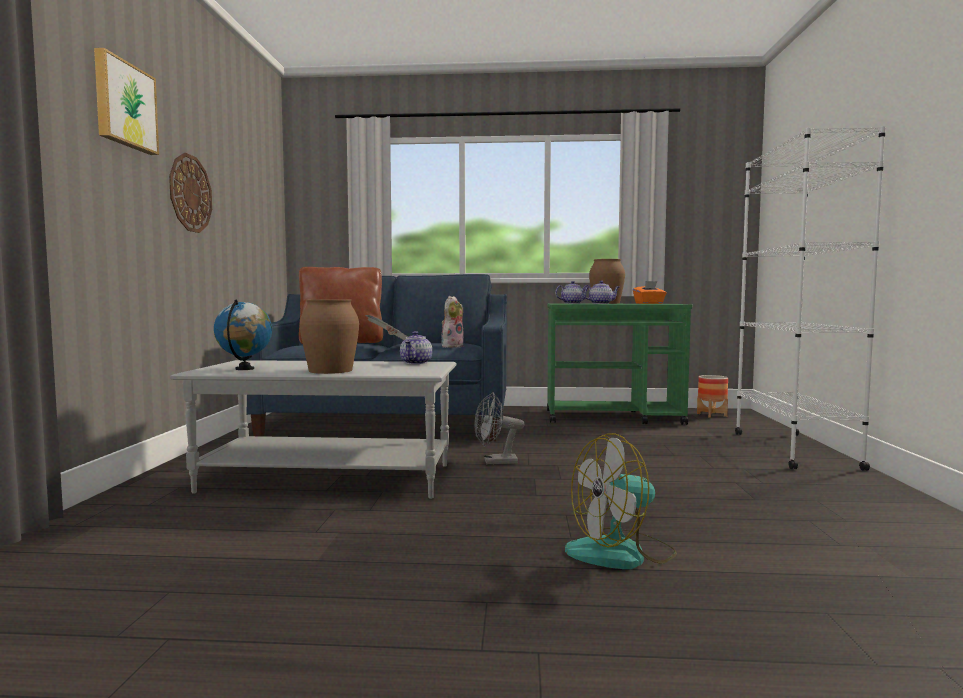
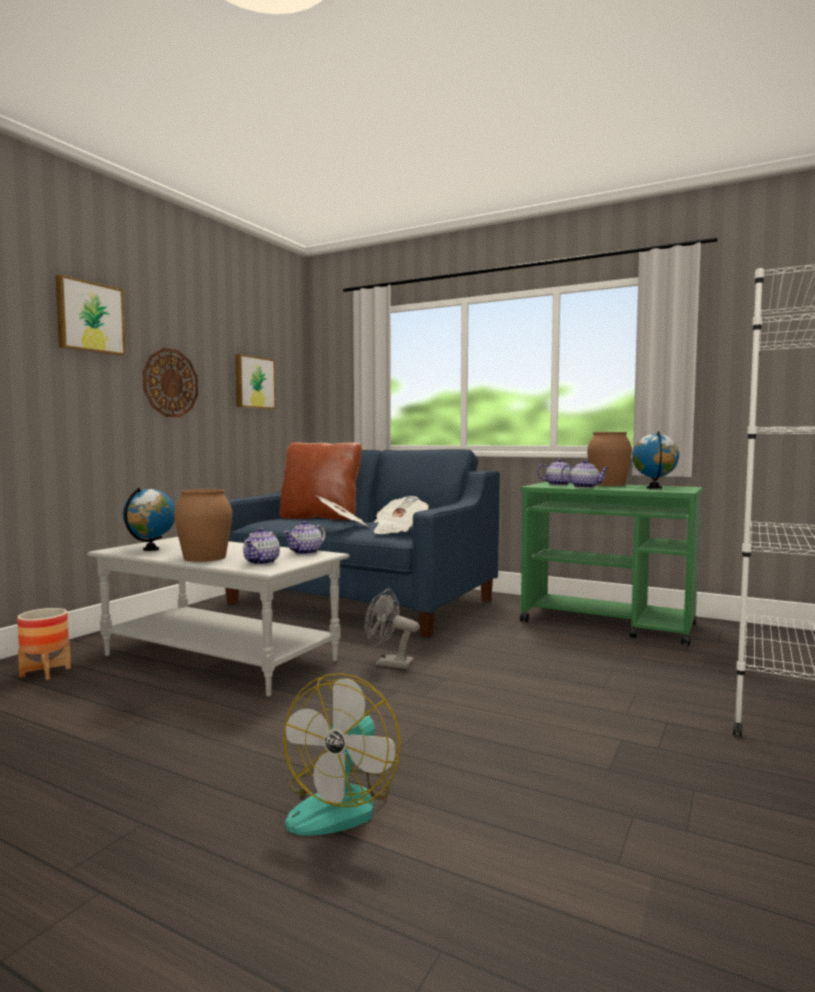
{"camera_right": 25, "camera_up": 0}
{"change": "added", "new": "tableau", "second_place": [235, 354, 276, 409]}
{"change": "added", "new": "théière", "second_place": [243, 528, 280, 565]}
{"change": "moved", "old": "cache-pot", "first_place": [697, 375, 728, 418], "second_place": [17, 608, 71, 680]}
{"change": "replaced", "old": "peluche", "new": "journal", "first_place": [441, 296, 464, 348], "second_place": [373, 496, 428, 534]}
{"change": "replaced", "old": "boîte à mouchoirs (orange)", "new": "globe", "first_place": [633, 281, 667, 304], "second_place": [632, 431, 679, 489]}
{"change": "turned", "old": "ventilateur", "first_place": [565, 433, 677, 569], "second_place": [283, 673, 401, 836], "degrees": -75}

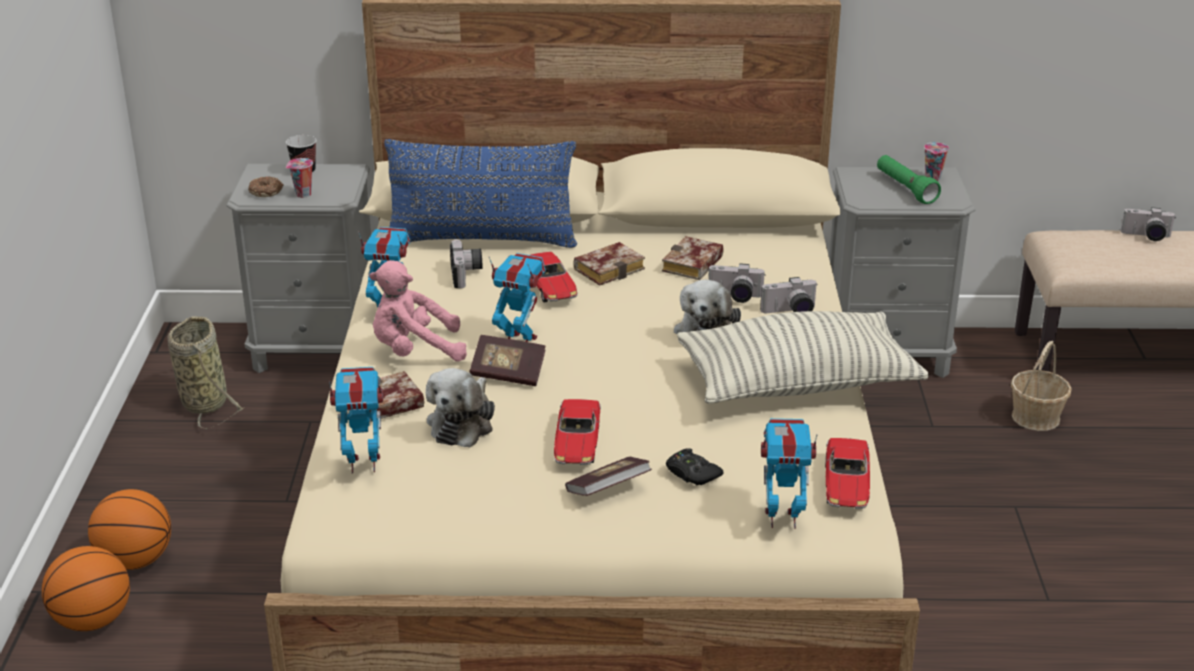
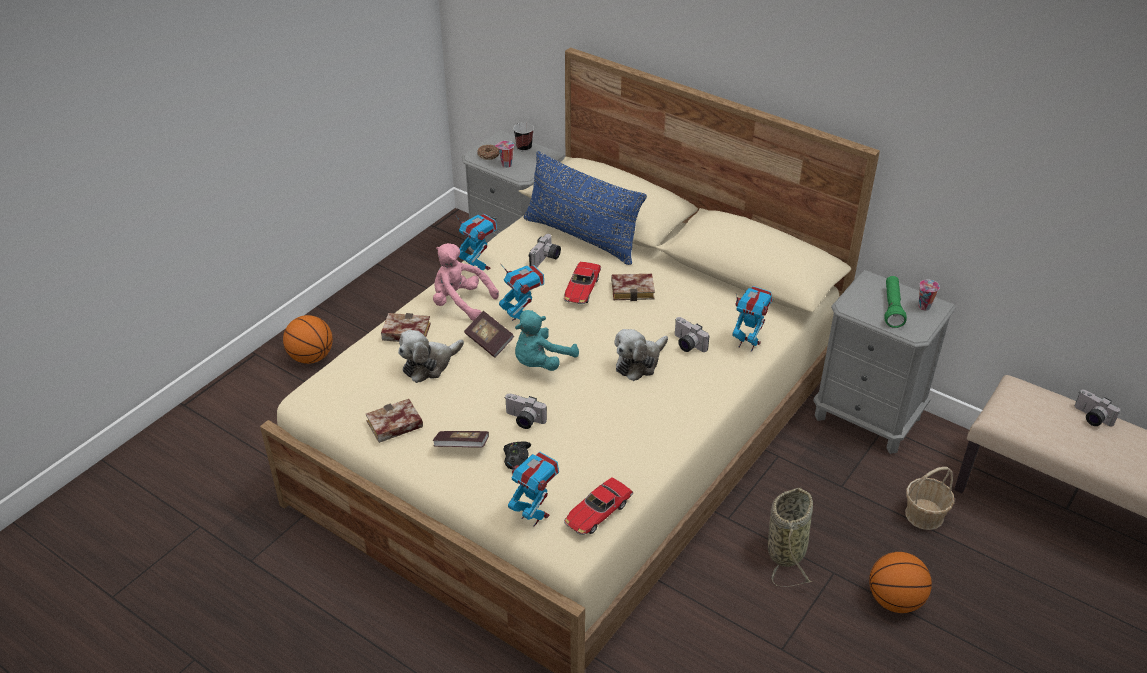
{"camera_right": 35, "camera_up": 10}
{"change": "removed", "old": "petite voiture", "first_place": [554, 399, 601, 465]}
{"change": "removed", "old": "coussin", "first_place": [677, 311, 929, 404]}
{"change": "added", "new": "peluche (turquoise)", "second_place": [515, 310, 579, 371]}
{"change": "moved", "old": "ballon de basket", "first_place": [42, 546, 130, 631], "second_place": [869, 552, 932, 613]}
{"change": "moved", "old": "panier", "first_place": [167, 316, 245, 429], "second_place": [768, 487, 813, 587]}
{"change": "moved", "old": "robot jouet", "first_place": [329, 367, 383, 474], "second_place": [732, 286, 773, 352]}
{"change": "moved", "old": "livre", "first_place": [662, 236, 724, 280], "second_place": [366, 399, 423, 443]}
{"change": "moved", "old": "appareil photo", "first_place": [760, 277, 818, 313], "second_place": [505, 393, 547, 429]}

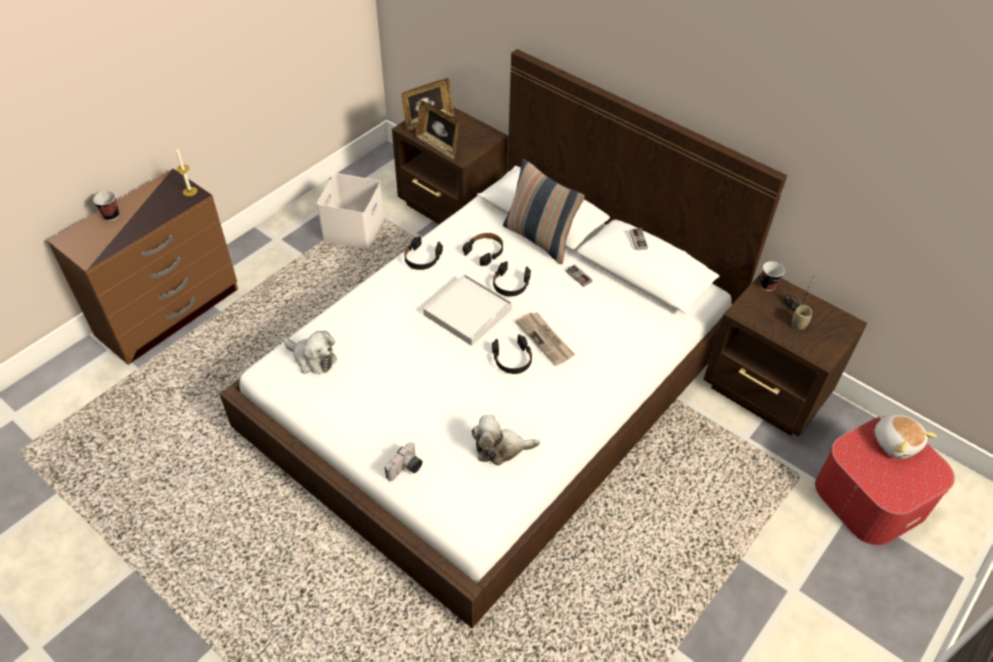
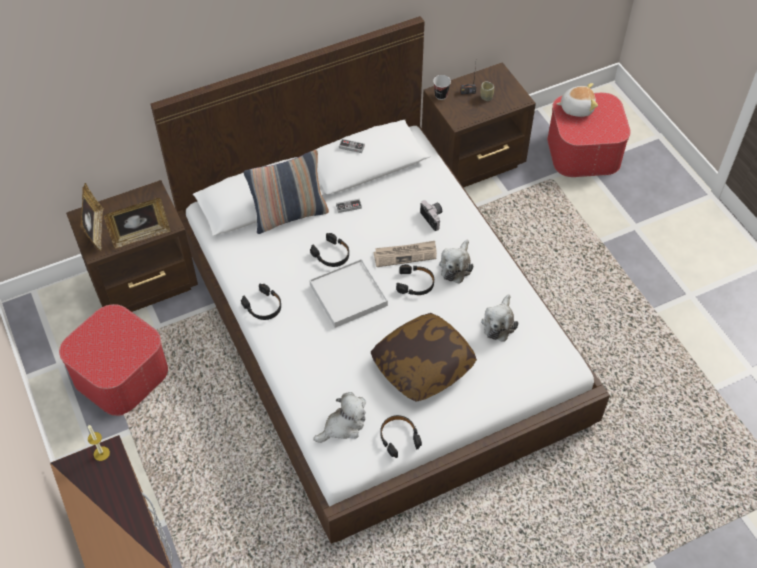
{"camera_right": -65, "camera_up": 5}
{"change": "removed", "old": "tasse", "first_place": [93, 191, 119, 221]}
{"change": "added", "new": "coussin", "second_place": [371, 313, 477, 402]}
{"change": "added", "new": "peluche", "second_place": [439, 240, 473, 284]}
{"change": "moved", "old": "appareil photo", "first_place": [385, 442, 422, 481], "second_place": [420, 200, 442, 231]}
{"change": "moved", "old": "casque audio (noir)", "first_place": [463, 233, 503, 266], "second_place": [380, 415, 422, 458]}
{"change": "replaced", "old": "boîte de rangement (blanc)", "new": "pouf", "first_place": [317, 173, 384, 249], "second_place": [59, 304, 168, 416]}

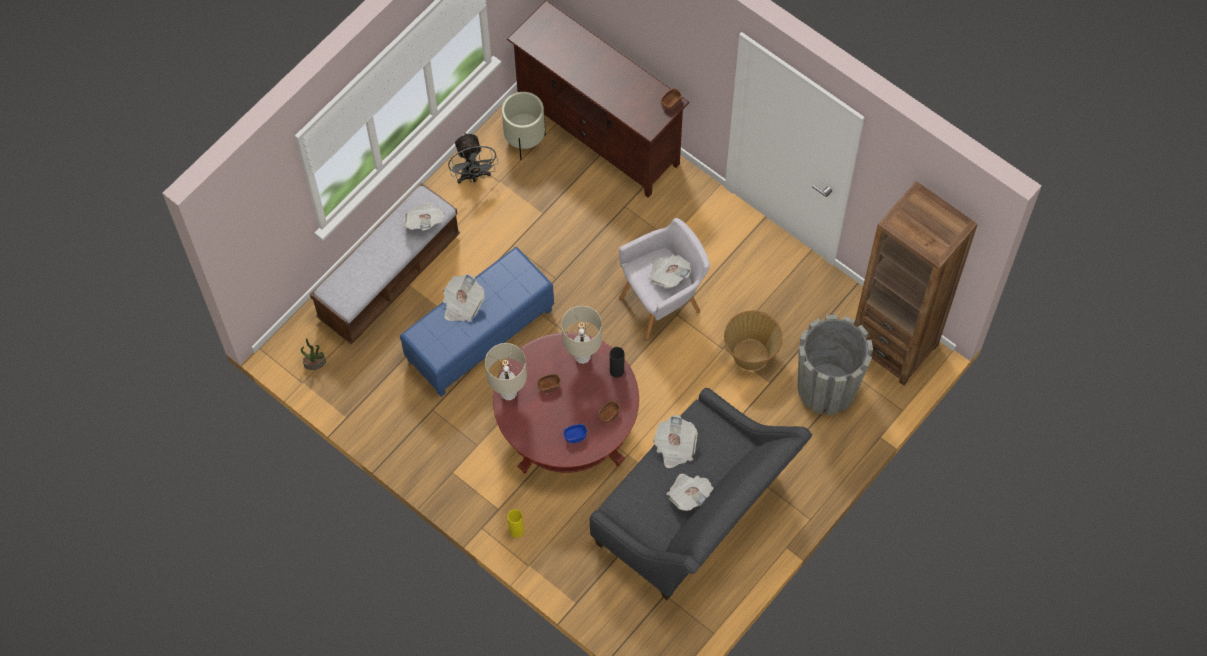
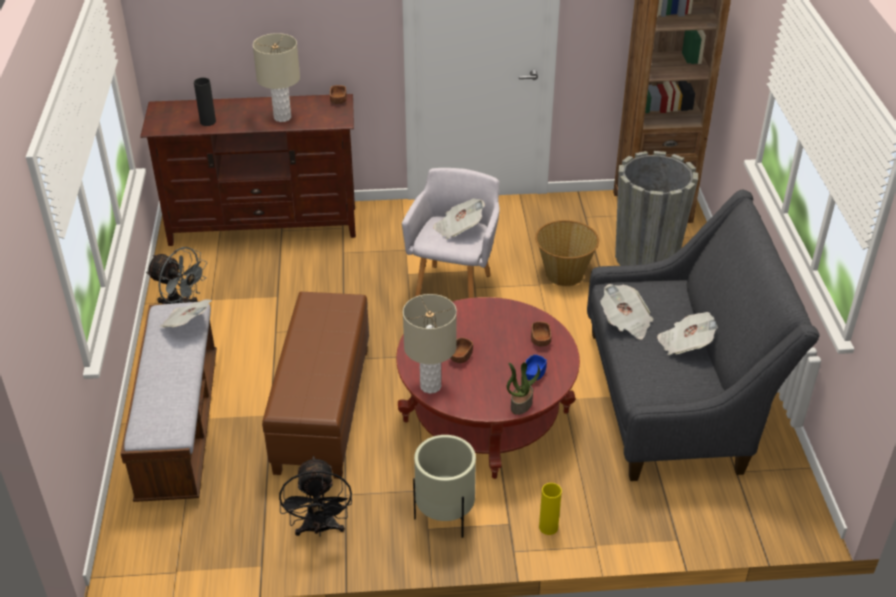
{"camera_right": -45, "camera_up": -25}
{"change": "removed", "old": "journal", "first_place": [443, 274, 485, 322]}
{"change": "added", "new": "ventilateur (noir)", "second_place": [279, 456, 352, 537]}
{"change": "moved", "old": "plante en pot", "first_place": [301, 338, 326, 370], "second_place": [507, 362, 540, 415]}
{"change": "moved", "old": "cache-pot (beige)", "first_place": [502, 92, 546, 160], "second_place": [413, 435, 476, 538]}
{"change": "moved", "old": "lampe de table (beige)", "first_place": [561, 306, 602, 364], "second_place": [253, 33, 300, 122]}
{"change": "moved", "old": "vase (noir)", "first_place": [610, 347, 624, 378], "second_place": [194, 77, 216, 126]}
{"change": "recoloured", "old": "pouf (bleu)", "new": "pouf (marron)", "first_place": [400, 247, 554, 397], "second_place": [262, 292, 369, 479]}

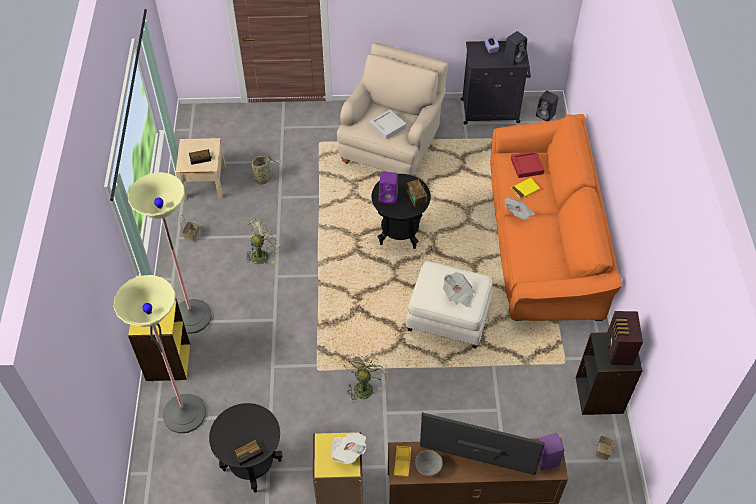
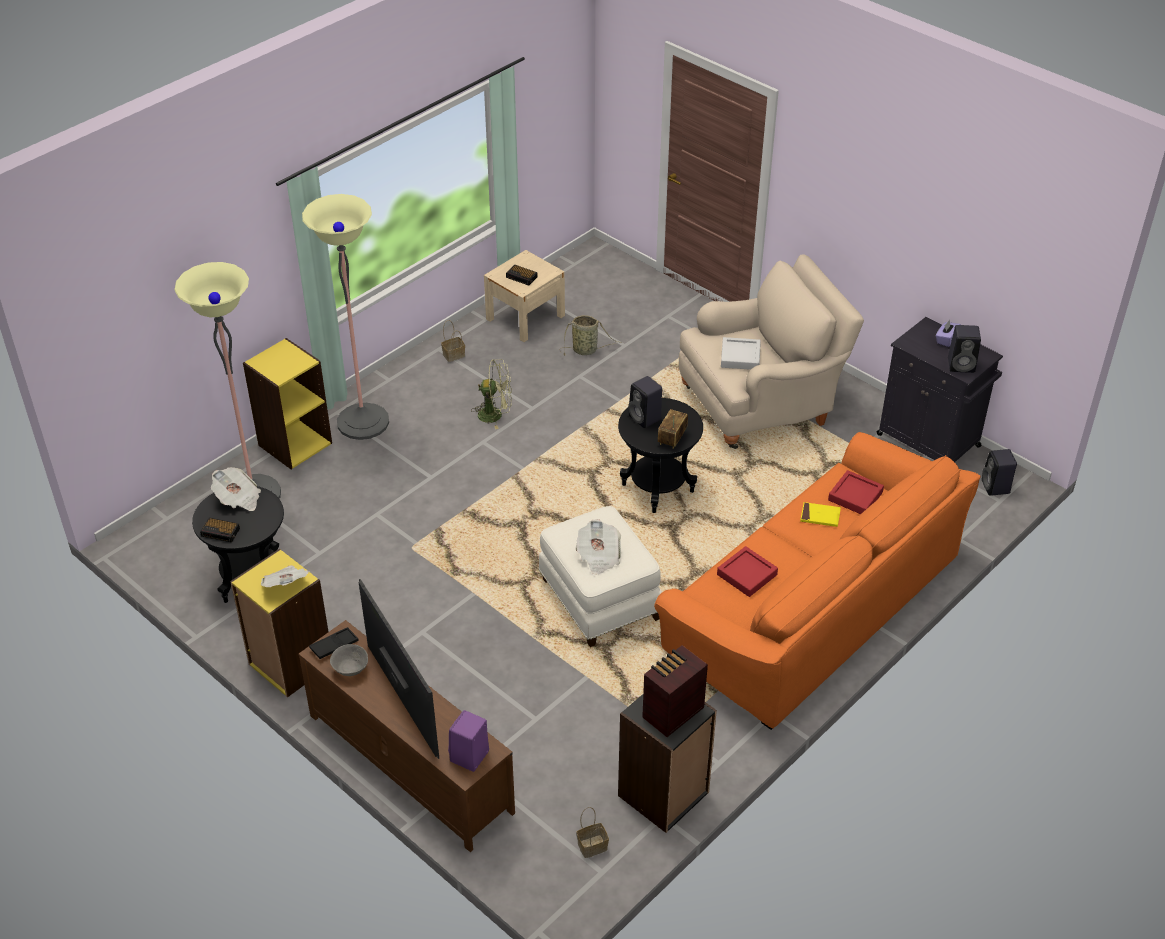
{"camera_right": 45, "camera_up": -10}
{"change": "removed", "old": "ventilateur (vert)", "first_place": [344, 353, 387, 403]}
{"change": "added", "new": "plateau (rouge)", "second_place": [717, 546, 778, 597]}
{"change": "moved", "old": "journal", "first_place": [504, 197, 535, 220], "second_place": [211, 467, 261, 511]}
{"change": "recoloured", "old": "enceinte (violet)", "new": "enceinte (noir)", "first_place": [379, 171, 398, 204], "second_place": [628, 376, 662, 428]}
{"change": "recoloured", "old": "plateau (jaune)", "new": "plateau (noir)", "first_place": [394, 446, 411, 477], "second_place": [309, 627, 359, 659]}

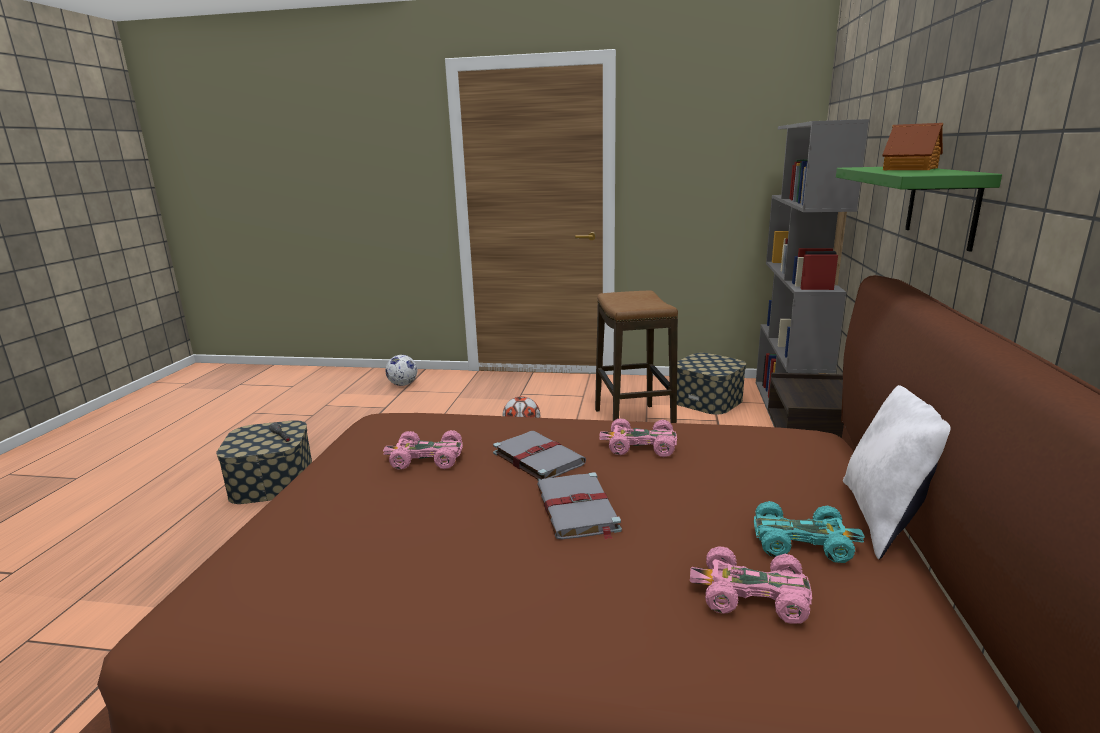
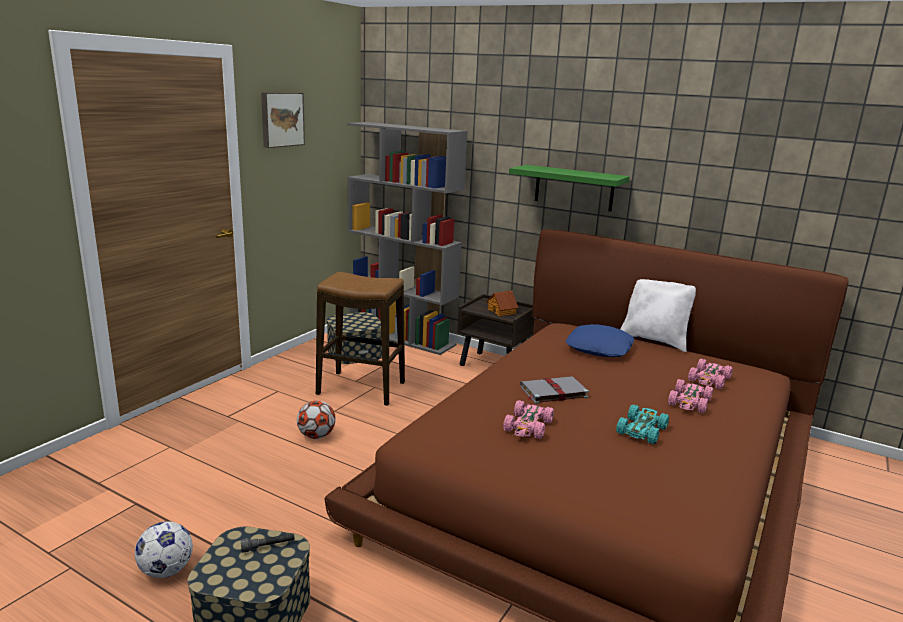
{"camera_right": -70, "camera_up": 0}
{"change": "removed", "old": "livre (gris)", "first_place": [537, 472, 622, 540]}
{"change": "added", "new": "tableau", "second_place": [261, 92, 305, 148]}
{"change": "added", "new": "coussin (bleu)", "second_place": [565, 324, 634, 357]}
{"change": "moved", "old": "ballon de foot", "first_place": [385, 355, 417, 386], "second_place": [135, 521, 193, 578]}
{"change": "moved", "old": "petite voiture (rose)", "first_place": [599, 418, 677, 457], "second_place": [668, 379, 713, 413]}
{"change": "moved", "old": "petite voiture (turquoise)", "first_place": [754, 501, 865, 563], "second_place": [616, 405, 669, 444]}
{"change": "moved", "old": "maison miniature", "first_place": [882, 123, 943, 170], "second_place": [486, 291, 518, 316]}

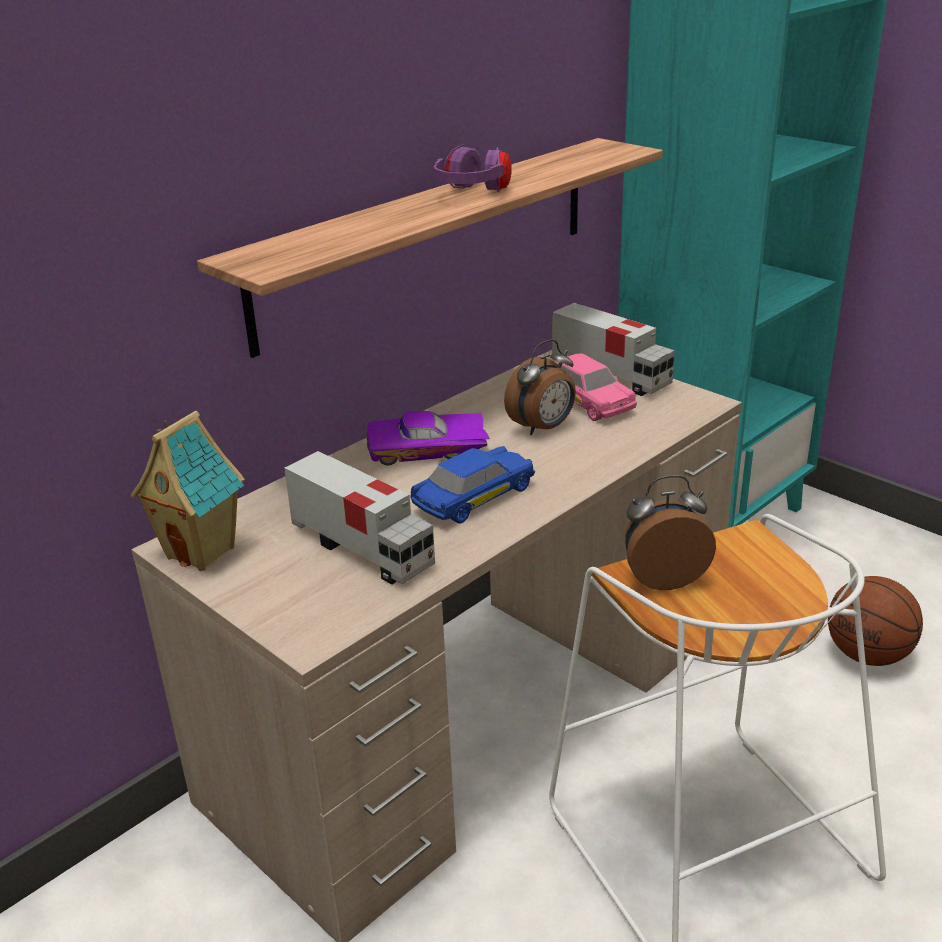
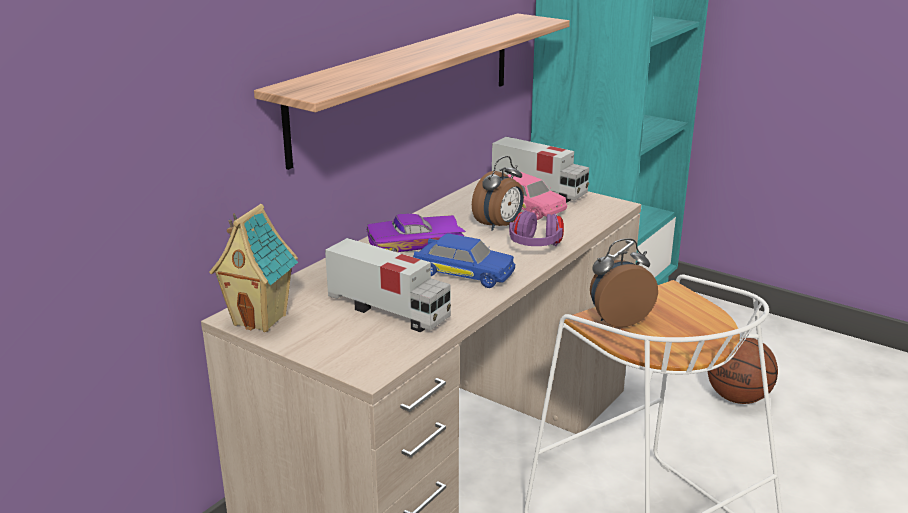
{"camera_right": -10, "camera_up": -5}
{"change": "moved", "old": "casque audio (violet)", "first_place": [434, 145, 512, 192], "second_place": [509, 210, 564, 246]}
{"change": "turned", "old": "petite voiture (bleu)", "first_place": [411, 446, 535, 524], "second_place": [413, 233, 515, 288], "degrees": 75}

